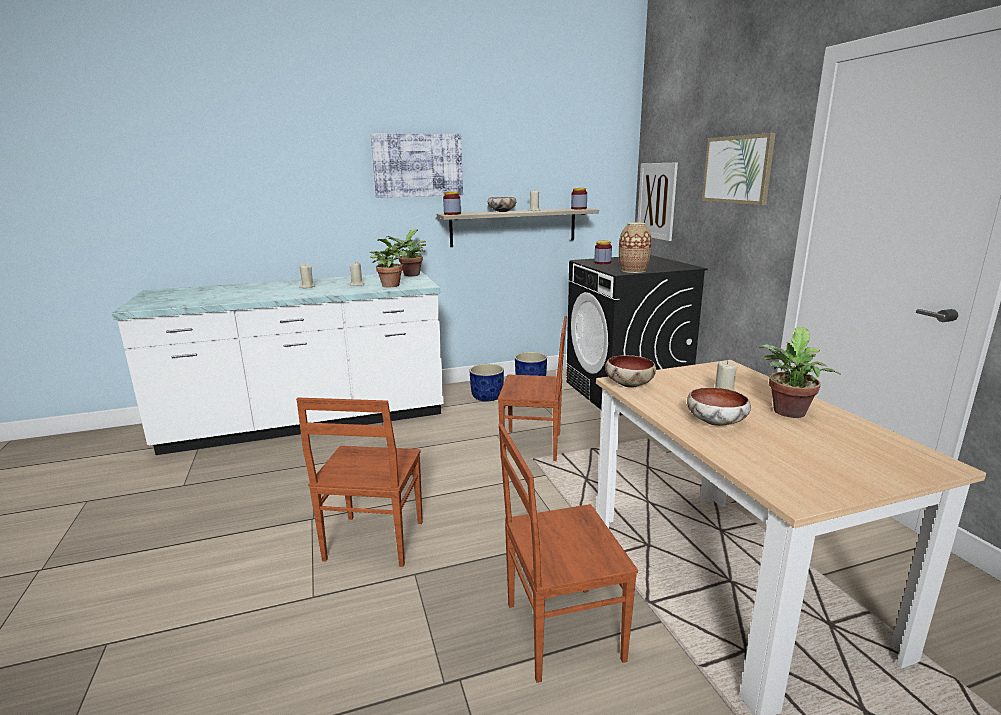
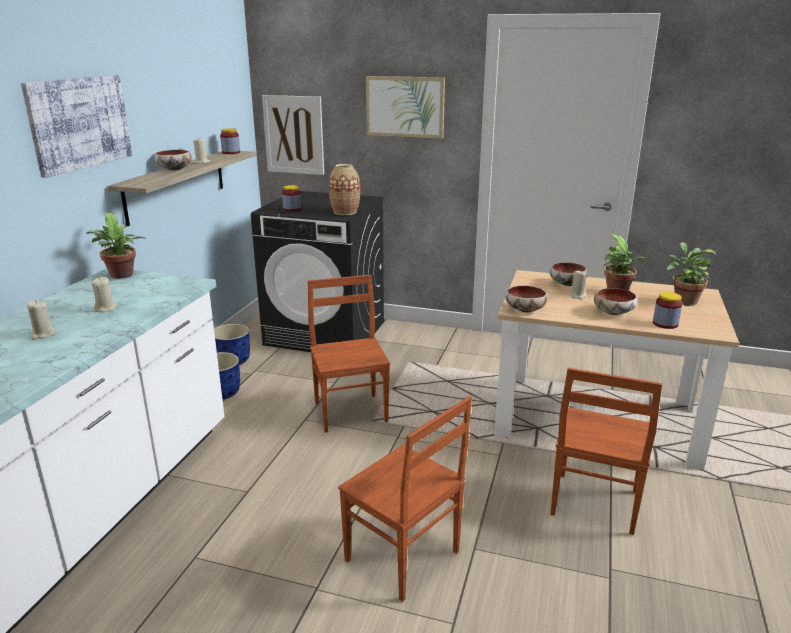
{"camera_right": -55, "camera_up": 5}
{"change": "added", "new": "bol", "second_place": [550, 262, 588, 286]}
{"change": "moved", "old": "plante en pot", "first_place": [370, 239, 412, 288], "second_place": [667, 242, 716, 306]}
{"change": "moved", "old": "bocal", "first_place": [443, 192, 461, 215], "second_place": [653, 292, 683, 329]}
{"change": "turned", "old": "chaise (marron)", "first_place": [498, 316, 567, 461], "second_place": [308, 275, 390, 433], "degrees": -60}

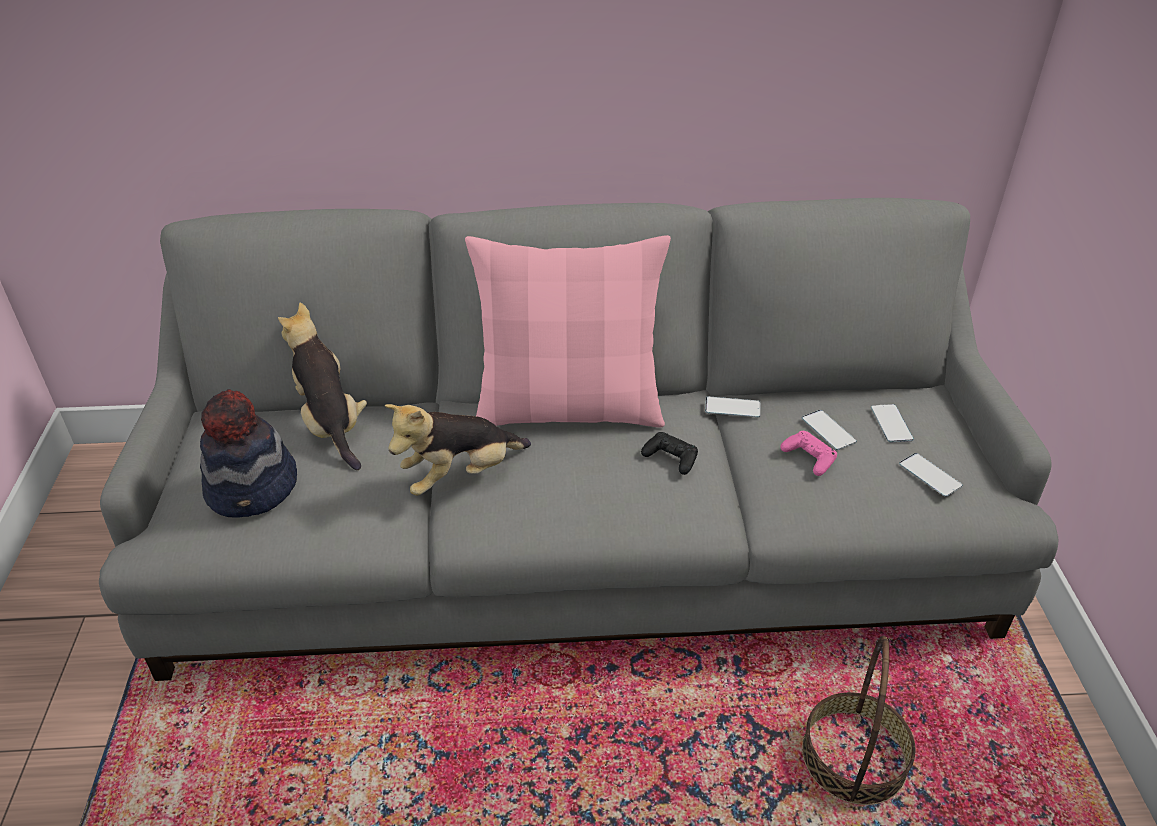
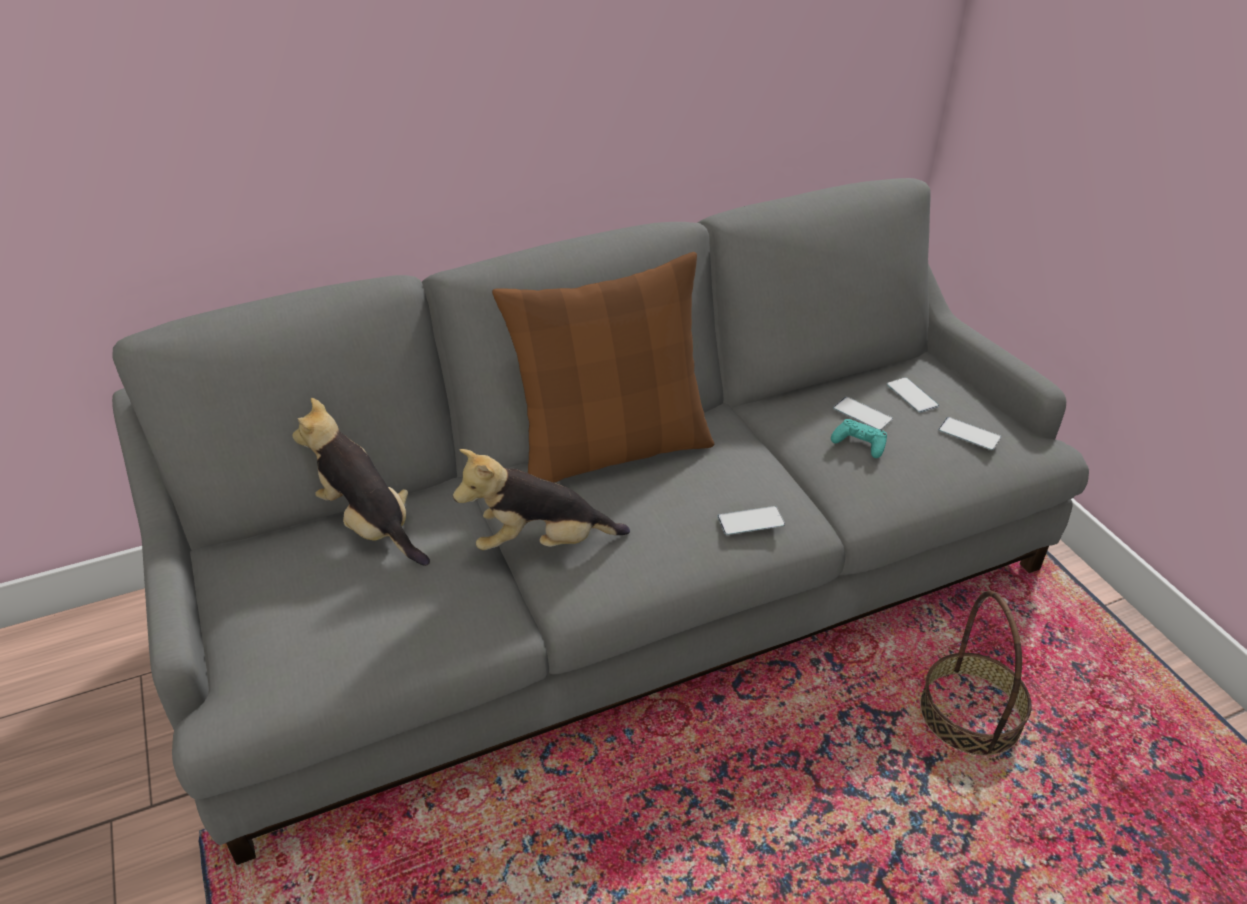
{"camera_right": -20, "camera_up": 0}
{"change": "removed", "old": "chapeau", "first_place": [200, 389, 297, 517]}
{"change": "removed", "old": "manette (noir)", "first_place": [641, 432, 698, 475]}
{"change": "moved", "old": "téléphone", "first_place": [705, 396, 761, 417], "second_place": [717, 506, 785, 535]}
{"change": "recoloured", "old": "coussin (rose)", "new": "coussin (marron)", "first_place": [465, 235, 671, 428], "second_place": [492, 252, 714, 483]}
{"change": "recoloured", "old": "manette (rose)", "new": "manette (turquoise)", "first_place": [780, 431, 837, 476], "second_place": [831, 419, 887, 458]}
{"change": "turned", "old": "peluche", "first_place": [385, 404, 531, 496], "second_place": [453, 449, 630, 550], "degrees": 45}

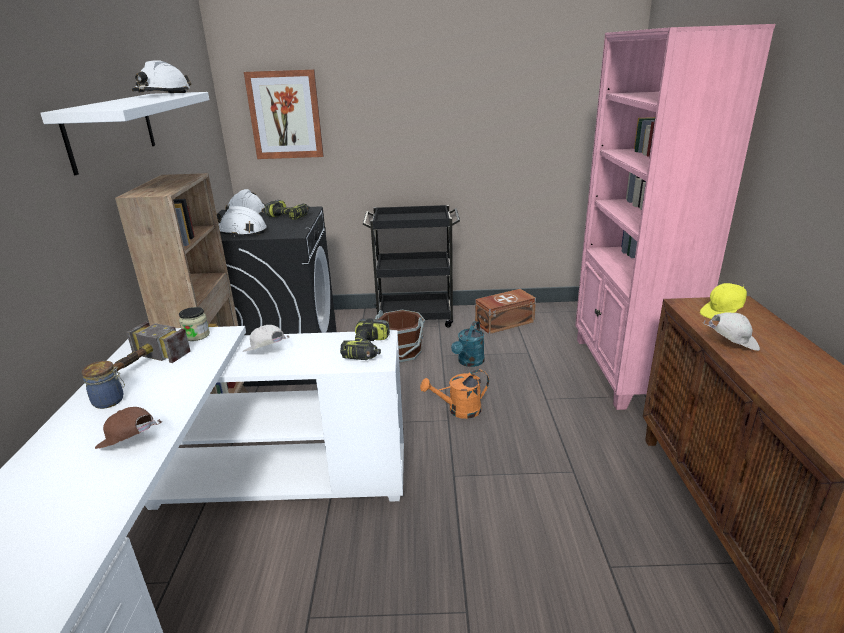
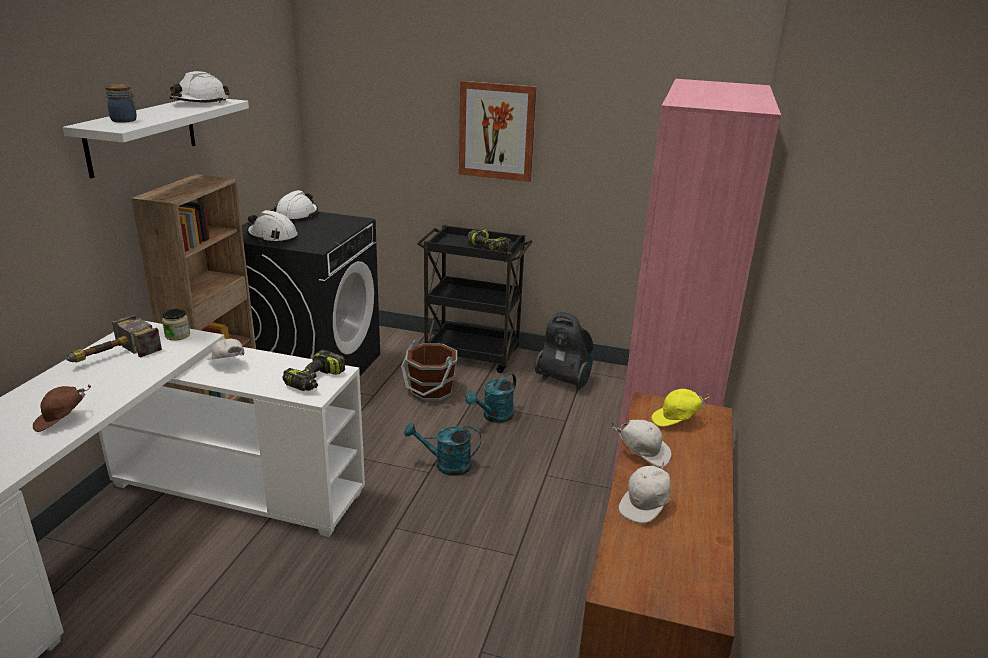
{"camera_right": 15, "camera_up": 0}
{"change": "added", "new": "casquette (blanc)", "second_place": [619, 461, 671, 523]}
{"change": "moved", "old": "bocal", "first_place": [81, 361, 125, 409], "second_place": [105, 84, 138, 123]}
{"change": "moved", "old": "tableau", "first_place": [244, 69, 324, 159], "second_place": [459, 81, 537, 182]}
{"change": "moved", "old": "perceuse", "first_place": [264, 200, 310, 220], "second_place": [468, 228, 511, 251]}
{"change": "replaced", "old": "boîte de rangement (marron)", "new": "aspirateur", "first_place": [475, 289, 536, 334], "second_place": [535, 312, 594, 390]}
{"change": "recoloured", "old": "arrosoir (orange)", "new": "arrosoir (turquoise)", "first_place": [420, 369, 489, 419], "second_place": [404, 423, 481, 476]}
{"change": "turned", "old": "casquette (marron)", "first_place": [95, 407, 162, 449], "second_place": [33, 385, 91, 432], "degrees": -75}

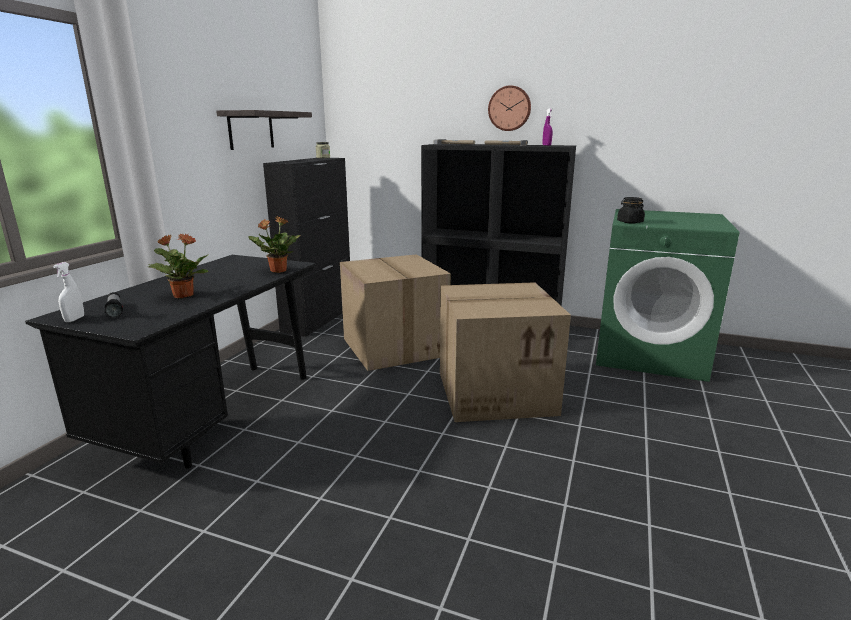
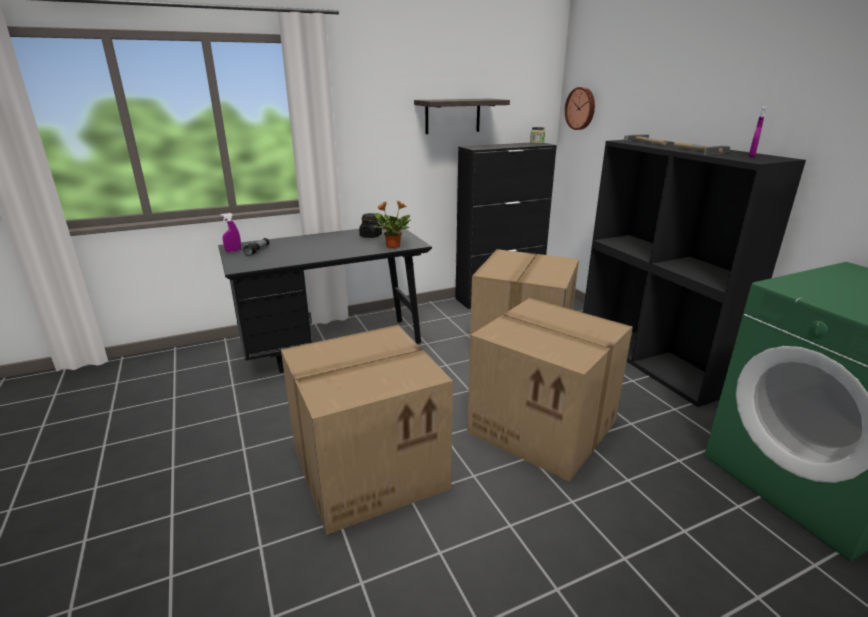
{"camera_right": 45, "camera_up": 5}
{"change": "removed", "old": "plante en pot", "first_place": [147, 233, 208, 298]}
{"change": "added", "new": "carton", "second_place": [281, 325, 453, 535]}
{"change": "moved", "old": "horloge murale", "first_place": [488, 85, 531, 131], "second_place": [565, 87, 595, 130]}
{"change": "moved", "old": "bocal (noir)", "first_place": [617, 197, 645, 223], "second_place": [359, 213, 382, 238]}
{"change": "recoloured", "old": "vaporisateur (blanc)", "new": "vaporisateur (violet)", "first_place": [53, 262, 84, 322], "second_place": [221, 213, 241, 252]}

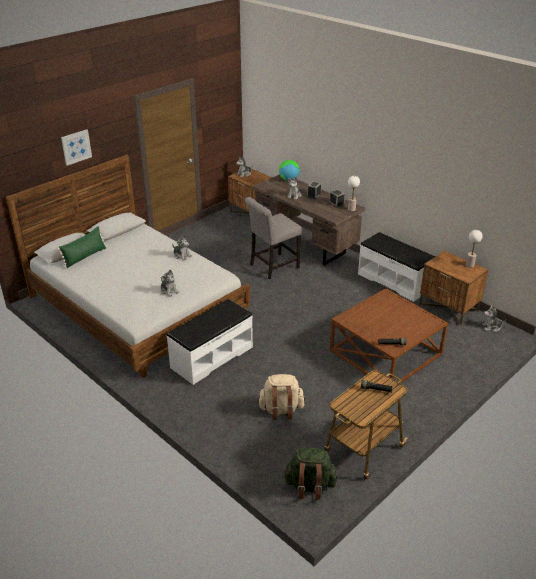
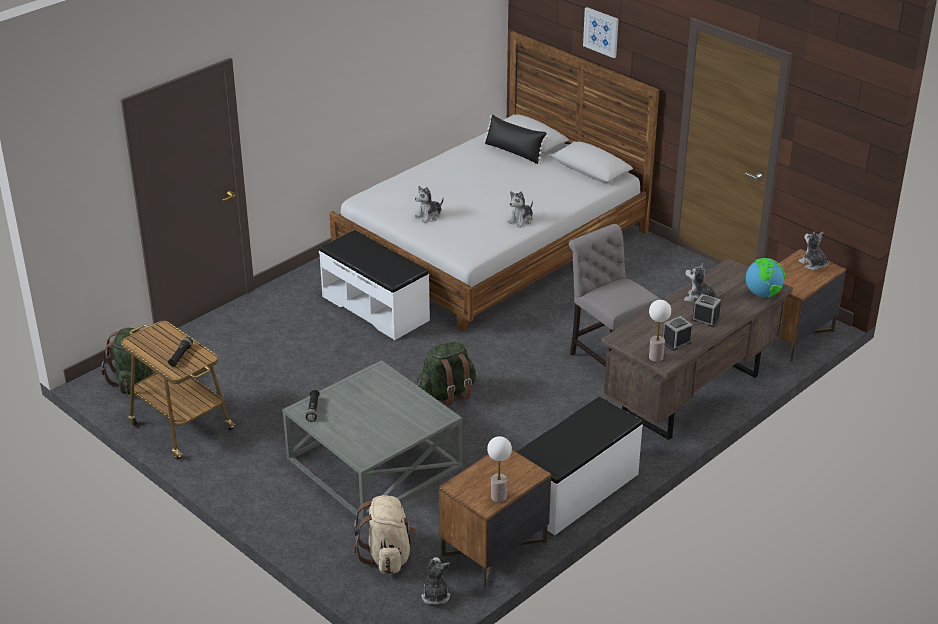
{"camera_right": 90, "camera_up": 0}
{"change": "added", "new": "sac à dos (vert)", "second_place": [417, 342, 476, 406]}
{"change": "moved", "old": "sac à dos (beige)", "first_place": [257, 374, 305, 420], "second_place": [354, 495, 416, 574]}
{"change": "recoloured", "old": "coussin (vert)", "new": "coussin (noir)", "first_place": [57, 226, 107, 268], "second_place": [484, 114, 548, 164]}
{"change": "recoloured", "old": "table basse (marron)", "new": "table basse (gris)", "first_place": [330, 288, 448, 383], "second_place": [282, 360, 462, 520]}

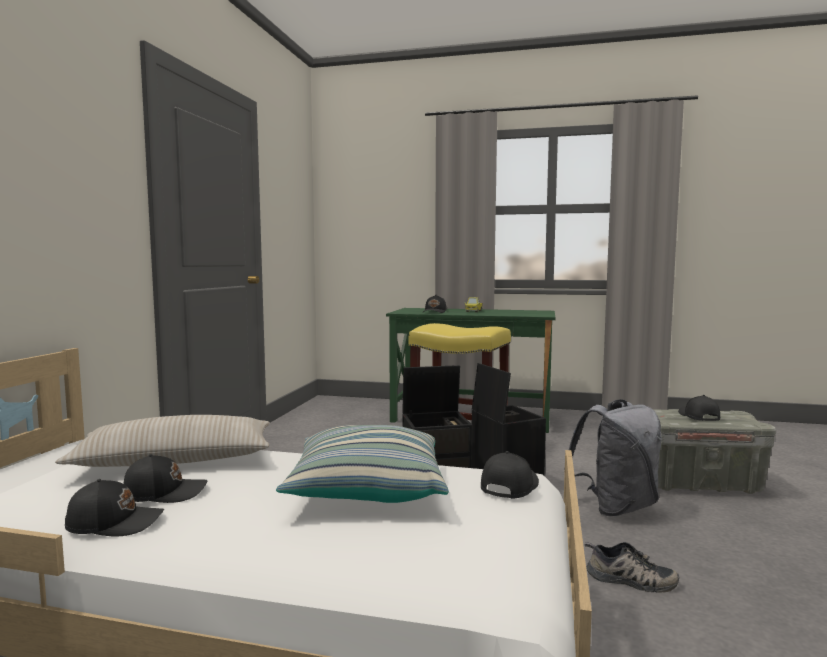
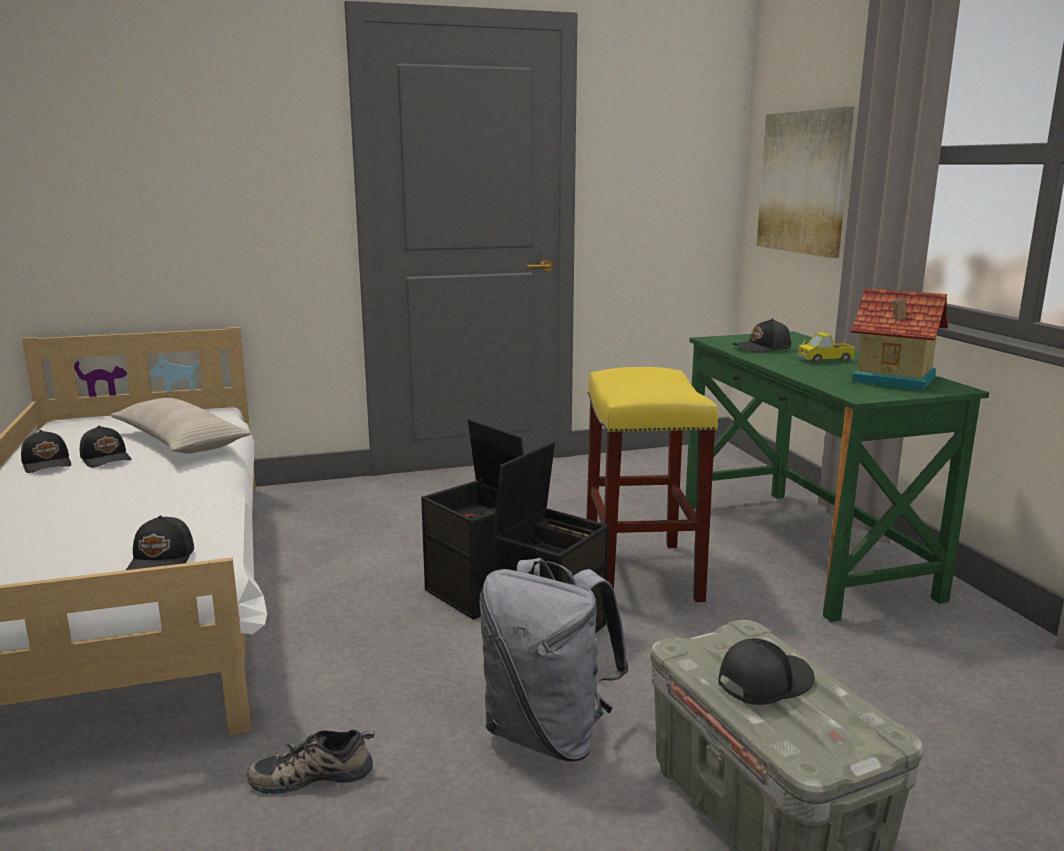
{"camera_right": 60, "camera_up": 10}
{"change": "removed", "old": "coussin", "first_place": [276, 425, 449, 503]}
{"change": "added", "new": "tableau", "second_place": [757, 106, 854, 258]}
{"change": "added", "new": "maison miniature", "second_place": [851, 288, 948, 391]}
{"change": "turned", "old": "casquette (noir)", "first_place": [481, 451, 539, 499], "second_place": [126, 515, 194, 570], "degrees": 90}
{"change": "turned", "old": "chaussure", "first_place": [585, 542, 679, 593], "second_place": [247, 730, 375, 794], "degrees": 90}

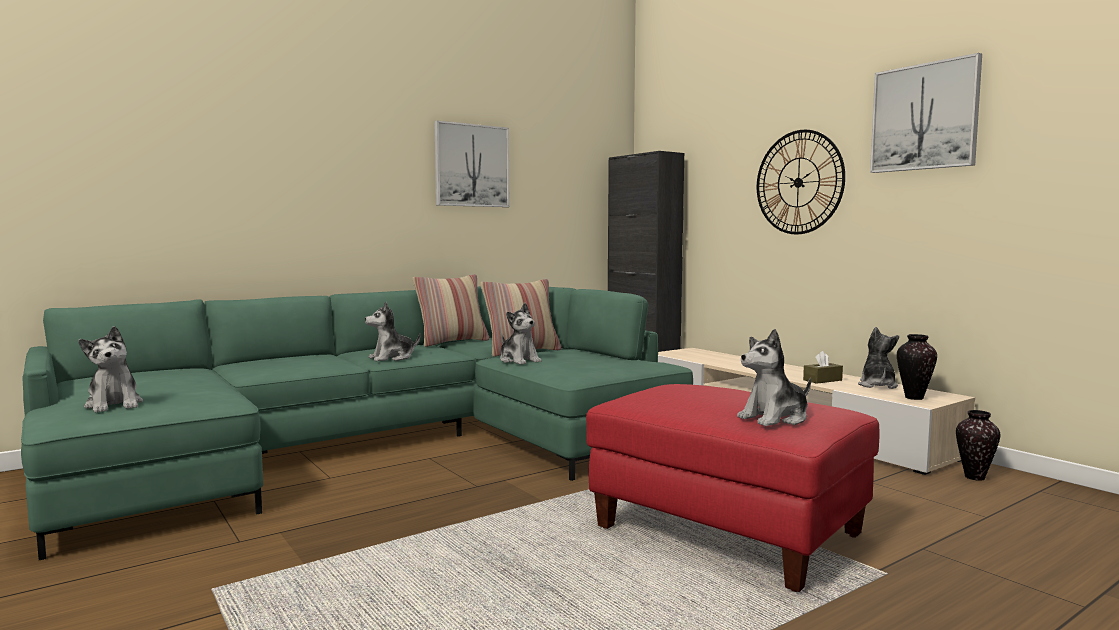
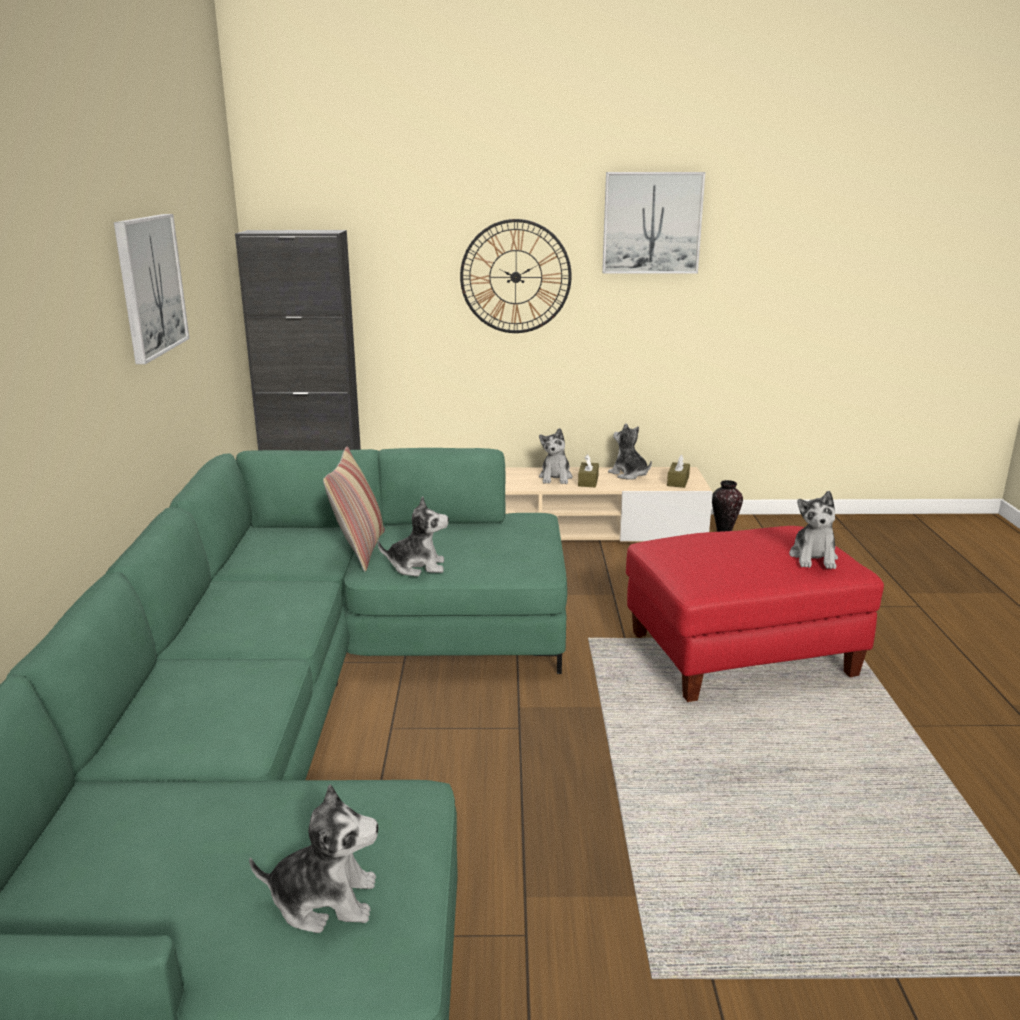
{"camera_right": -55, "camera_up": 15}
{"change": "removed", "old": "coussin", "first_place": [412, 274, 489, 347]}
{"change": "moved", "old": "peluche", "first_place": [365, 302, 421, 361], "second_place": [539, 428, 573, 484]}
{"change": "replaced", "old": "vase", "new": "boîte à mouchoirs (marron)", "first_place": [897, 334, 937, 400], "second_place": [667, 455, 690, 488]}

